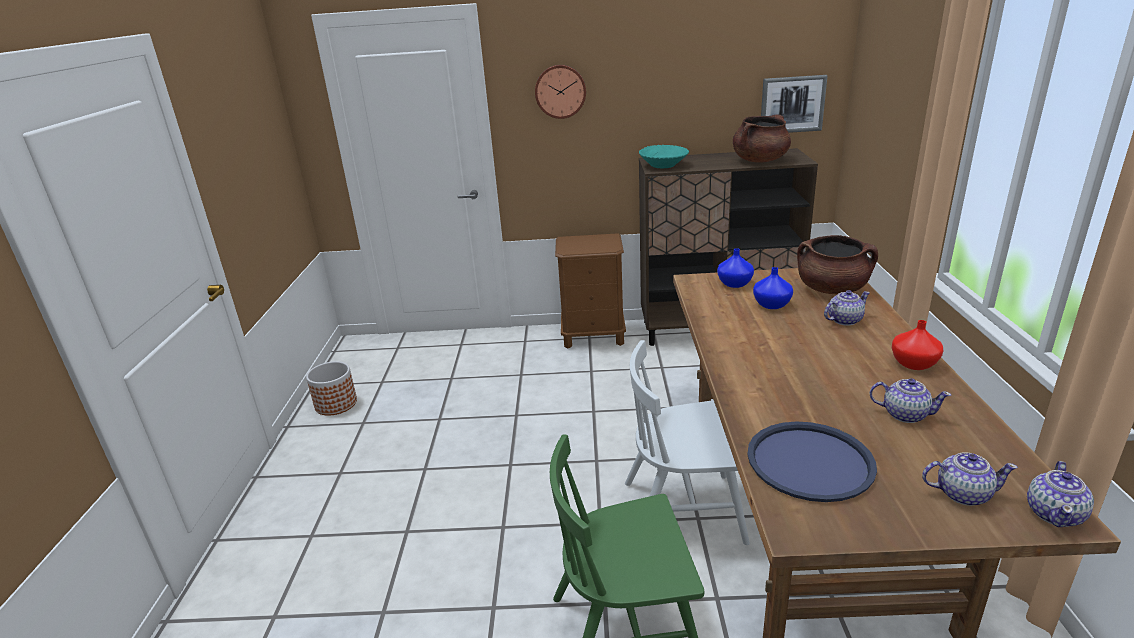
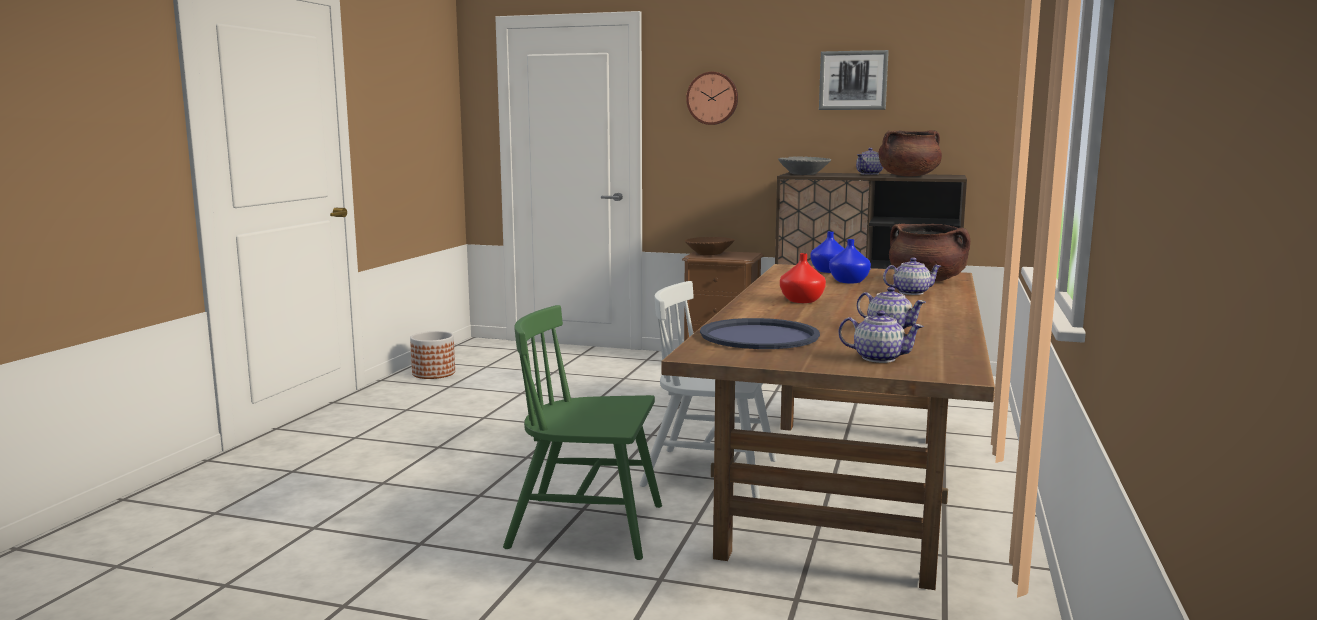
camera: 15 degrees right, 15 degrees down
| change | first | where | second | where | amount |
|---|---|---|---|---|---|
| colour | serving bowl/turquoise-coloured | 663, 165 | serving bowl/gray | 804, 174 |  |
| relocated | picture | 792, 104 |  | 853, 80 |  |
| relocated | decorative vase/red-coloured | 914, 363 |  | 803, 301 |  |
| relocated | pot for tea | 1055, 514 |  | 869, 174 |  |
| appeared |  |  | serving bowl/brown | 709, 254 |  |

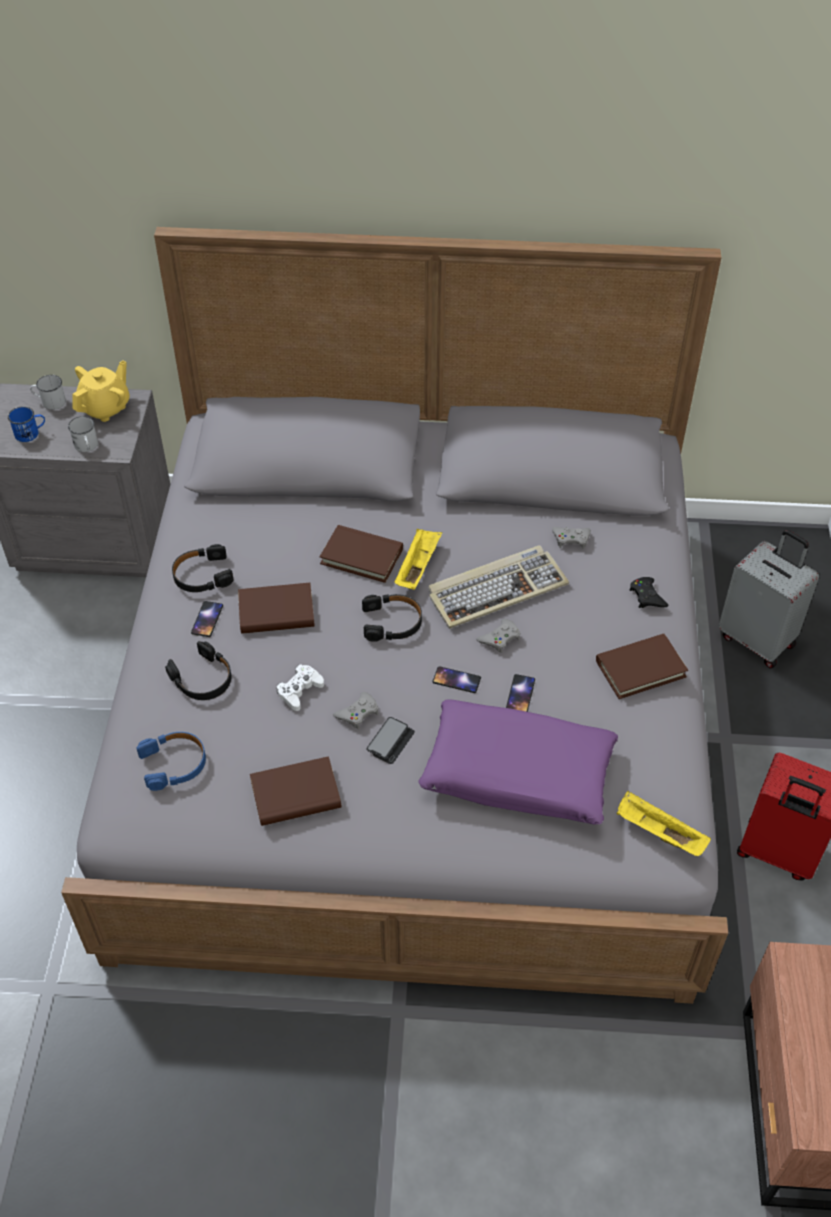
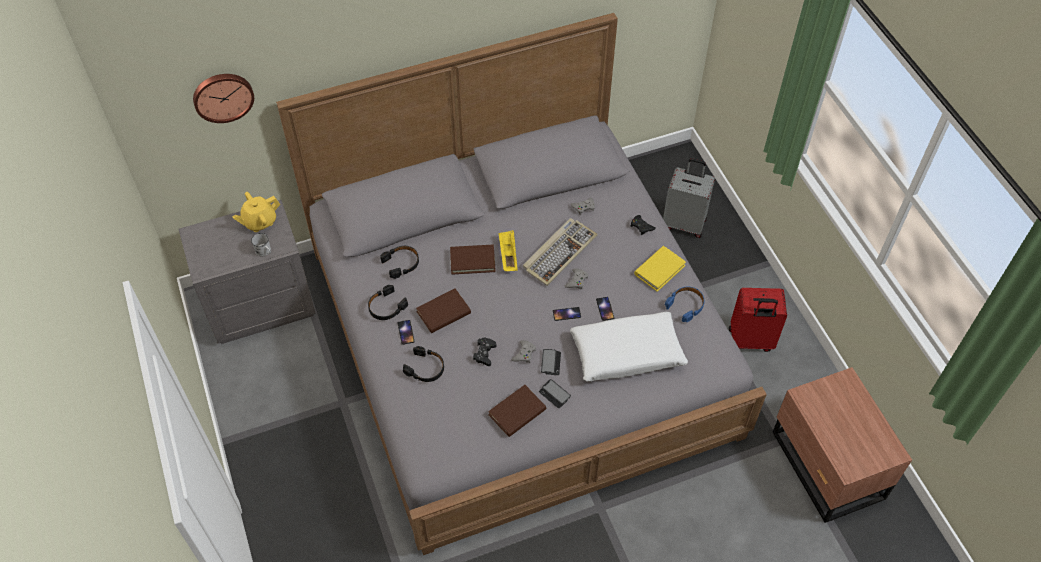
camera: 25 degrees left, 5 degrees up
| change | first | where | second | where | amount |
|---|---|---|---|---|---|
| missing | tea mug/blue-coloured | 30, 433 |  |  |  |
| missing | tea mug/white | 50, 402 |  |  |  |
| spun | pot for tea/yellow | 105, 408 |  | 259, 221 | 135 degrees counterclockwise |
| relocated | headphones/blue-coloured | 174, 764 |  | 686, 305 |  |
| colour | gamepad/white | 299, 690 | gamepad/blackish | 484, 353 |  |
| relocated | headphones/blackish | 392, 622 |  | 401, 263 |  |
| colour | cushion/purple | 518, 773 | cushion/white | 627, 353 |  |
| colour | bound book/brown | 640, 669 | bound book/yellow | 659, 270 |  |
| missing | tray/yellow | 658, 833 |  |  |  |
| appeared |  |  | wall clock | 223, 96 |  |
| appeared |  |  | telephone | 554, 394 |  |

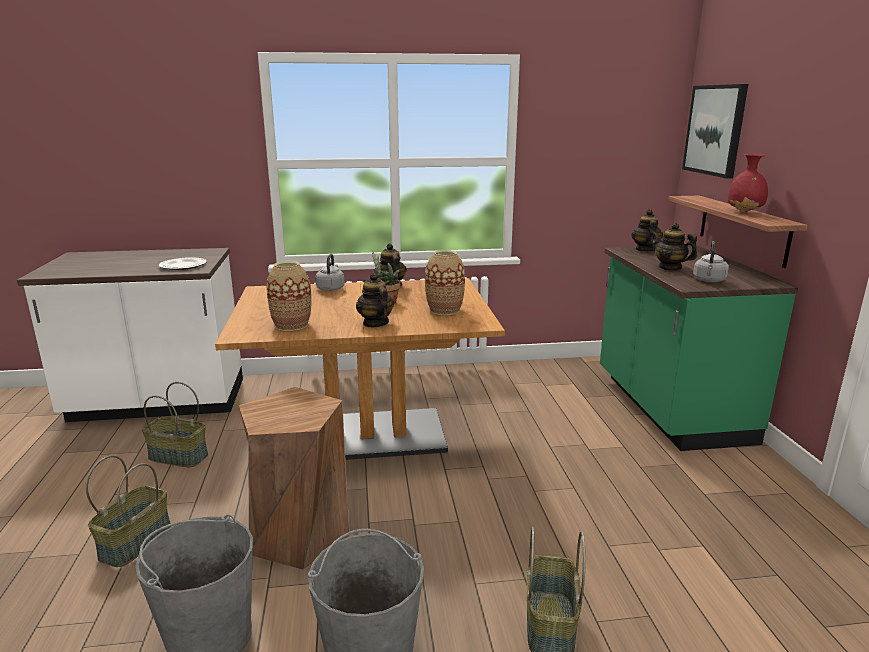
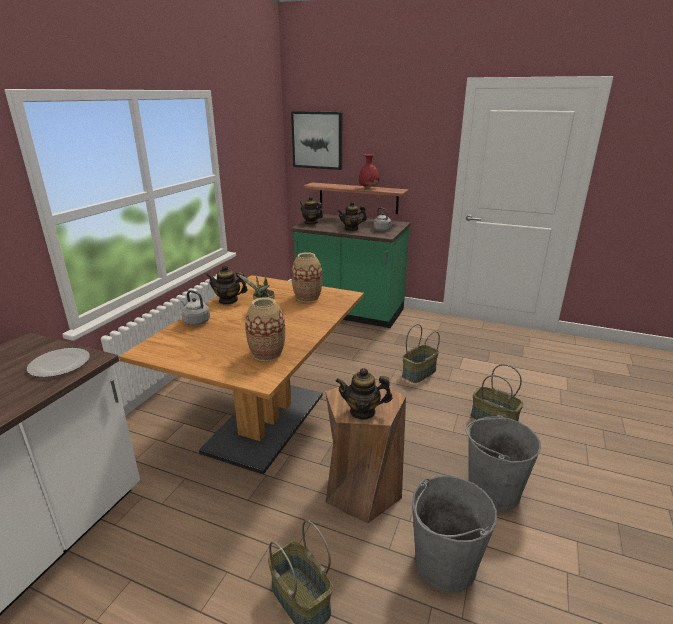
camera: 60 degrees left, 5 degrees up
| change | first | where | second | where | amount |
|---|---|---|---|---|---|
| relocated | storage basket | 177, 457 |  | 419, 373 |  |
| relocated | pot for tea | 375, 323 |  | 363, 412 |  |

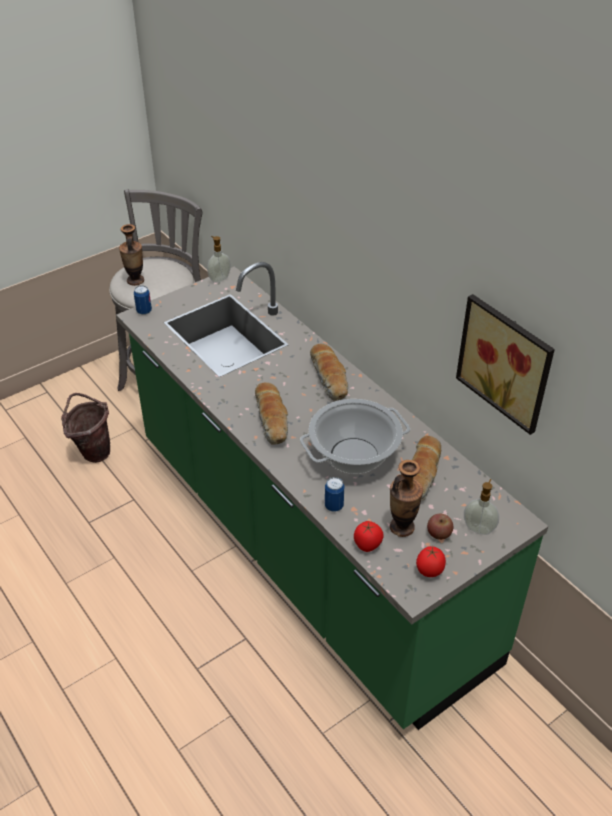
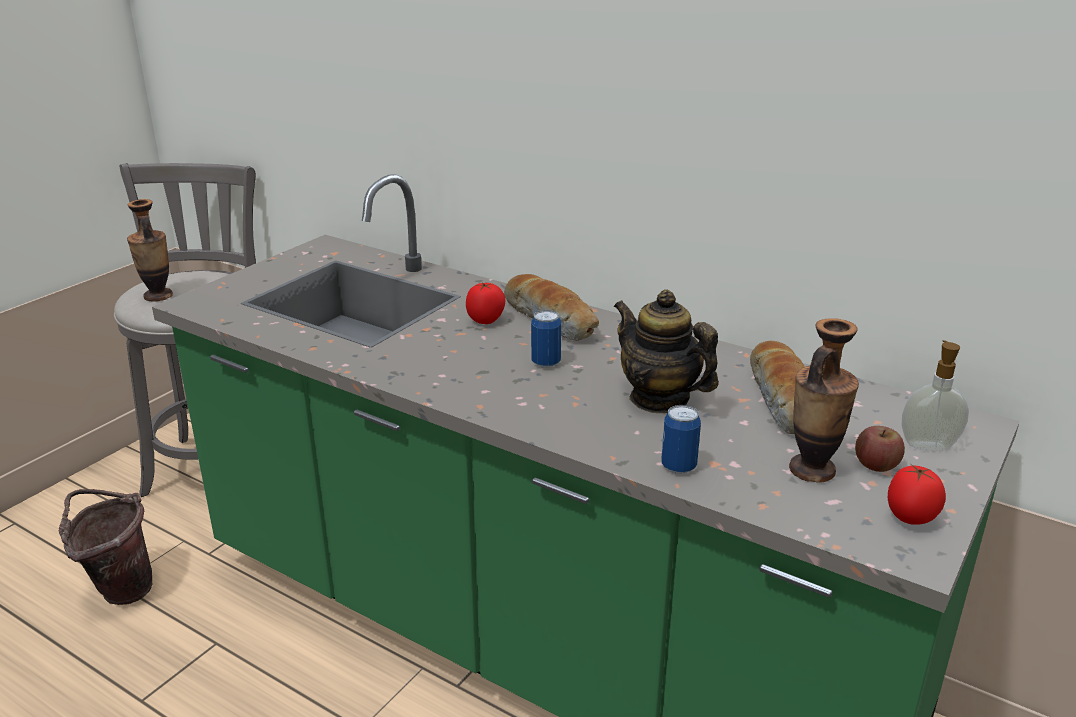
camera: 20 degrees left, 15 degrees down
| change | first | where | second | where | amount |
|---|---|---|---|---|---|
| relocated | can | 144, 311 |  | 546, 363 |  |
| missing | soap dispenser | 219, 279 |  |  |  |
| missing | bakery bread | 272, 420 |  |  |  |
| exchanged | cooking pot | 354, 456 | pot for tea | 659, 399 |  |
| relocated | fresh tomato | 367, 545 |  | 486, 320 |  |
| missing | picture | 507, 361 |  |  |  |

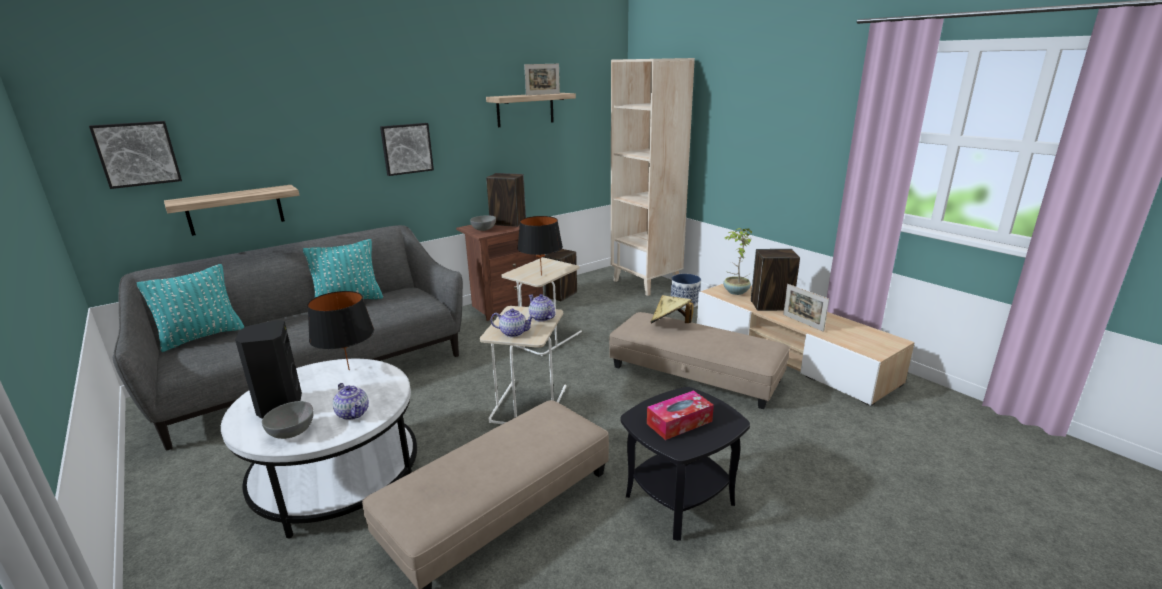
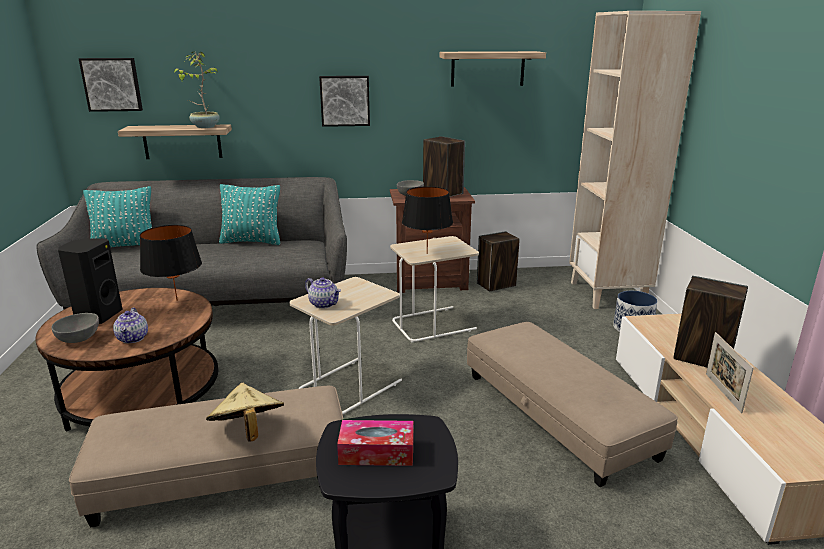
camera: 30 degrees right, 0 degrees up
| change | first | where | second | where | amount |
|---|---|---|---|---|---|
| colour | low table/white | 337, 476 | low table/brown | 143, 395 |  |
| missing | photo frame | 543, 94 |  |  |  |
| missing | pot for tea | 541, 318 |  |  |  |
| relocated | clothing hat/beige | 670, 324 |  | 247, 431 |  |
| relocated | plant in a pot | 735, 292 |  | 205, 127 |  |

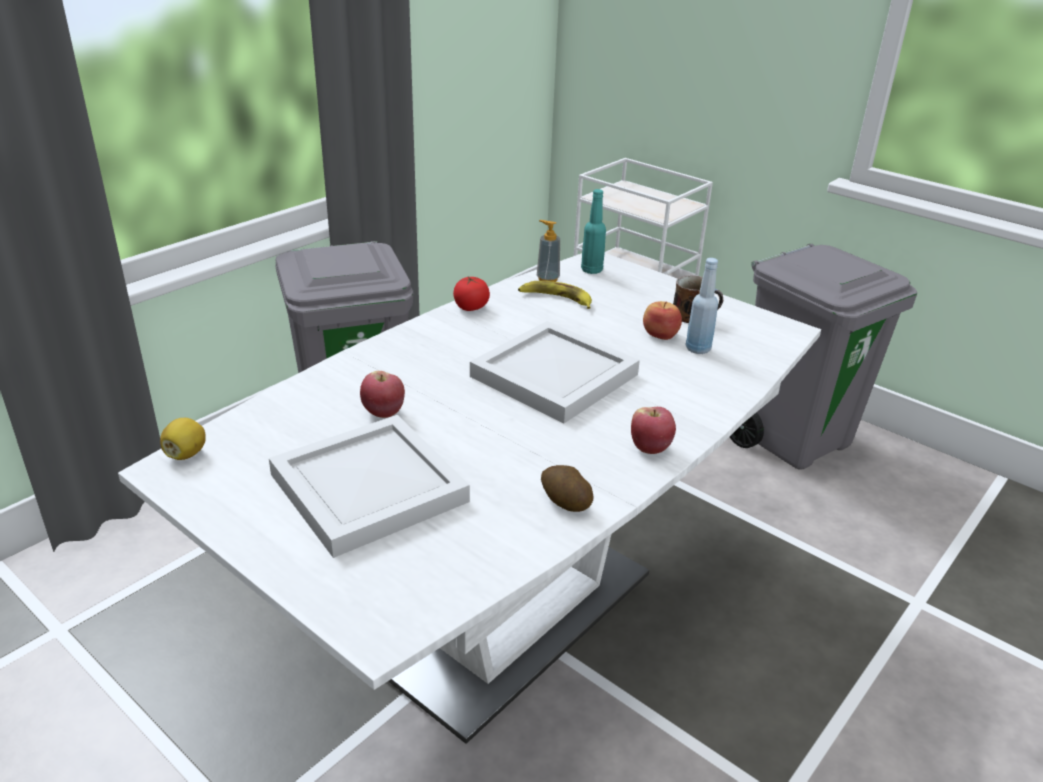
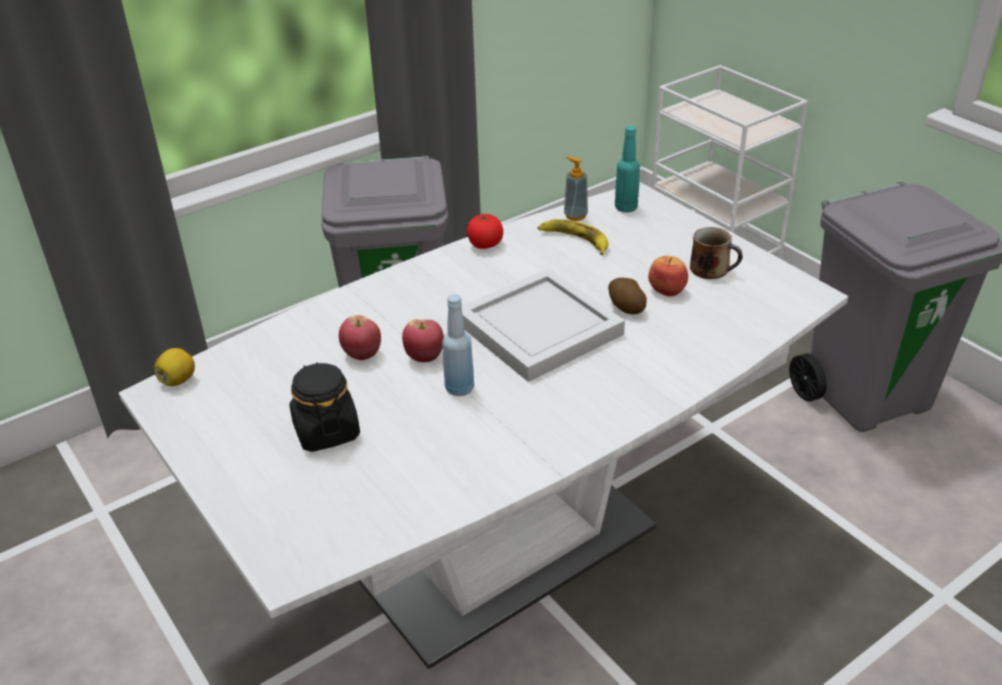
camera: 15 degrees right, 5 degrees up
| change | first | where | second | where | amount |
|---|---|---|---|---|---|
| exchanged | tray/white | 372, 488 | storage jar/blackish | 326, 431 |  |
| relocated | potato | 564, 502 |  | 625, 307 |  |
| relocated | apple fruit | 650, 448 |  | 425, 357 |  |
| relocated | bottle/blue-coloured | 698, 349 |  | 459, 388 |  |

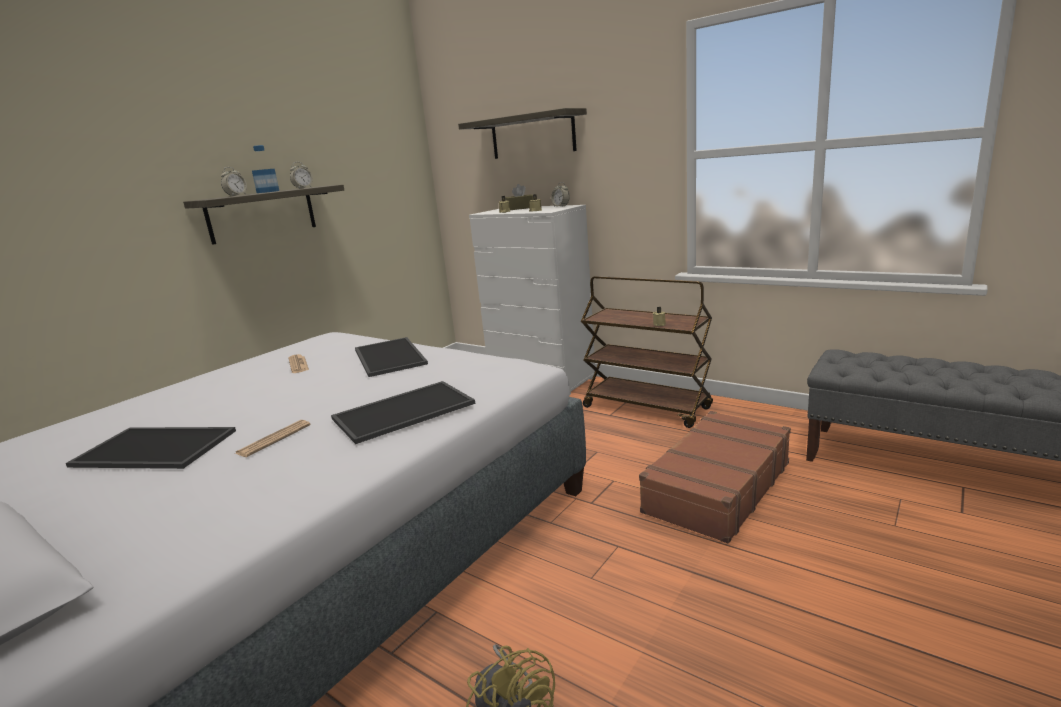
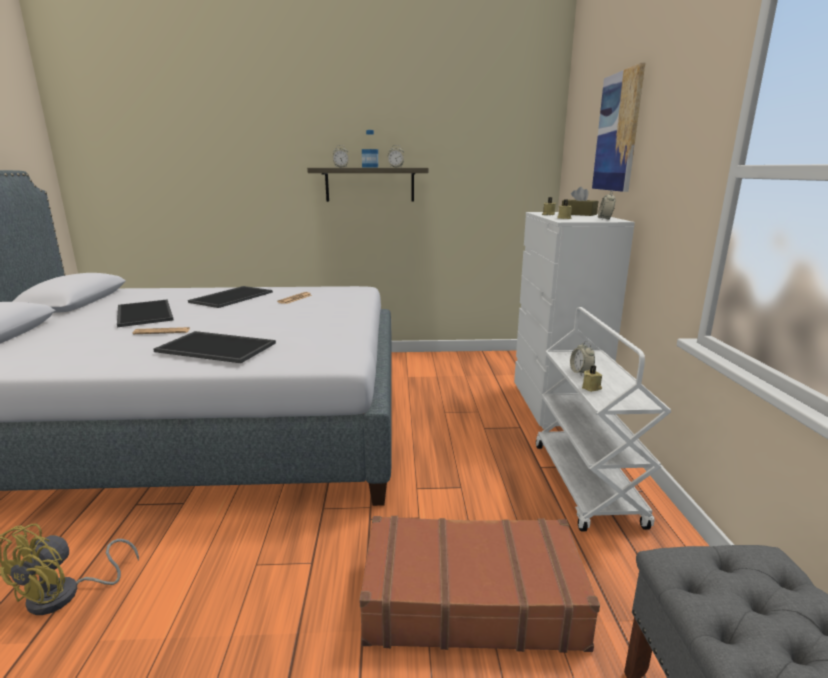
camera: 50 degrees right, 0 degrees up
| change | first | where | second | where | amount |
|---|---|---|---|---|---|
| relocated | tray | 387, 357 |  | 231, 297 |  |
| exchanged | bracket shelf | 532, 135 | picture | 617, 132 |  |
| colour | wheeled cart/brown | 647, 408 | wheeled cart/white | 586, 484 |  |
| appeared |  |  | bedside clock | 580, 372 |  |

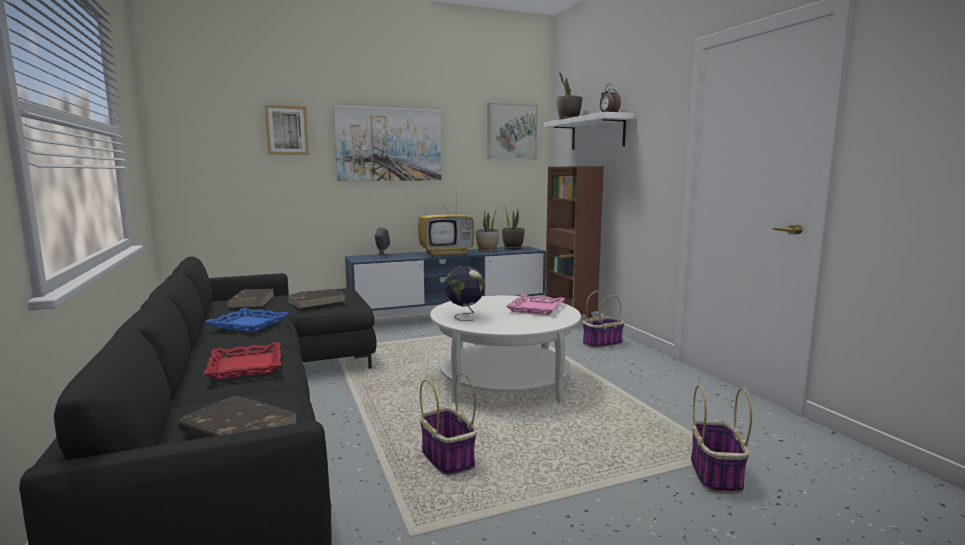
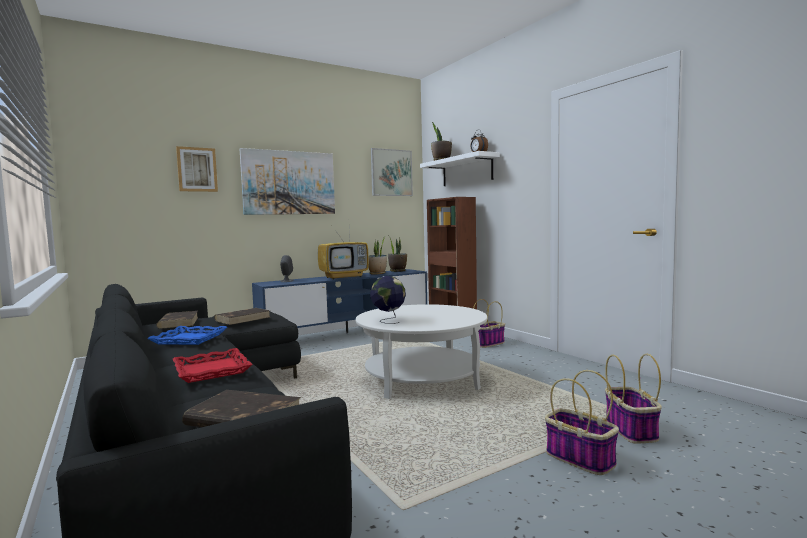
camera: 10 degrees left, 5 degrees down
| change | first | where | second | where | amount |
|---|---|---|---|---|---|
| relocated | storage basket | 447, 458 |  | 578, 458 |  |
| missing | tray/pink-coloured | 535, 308 |  |  |  |

